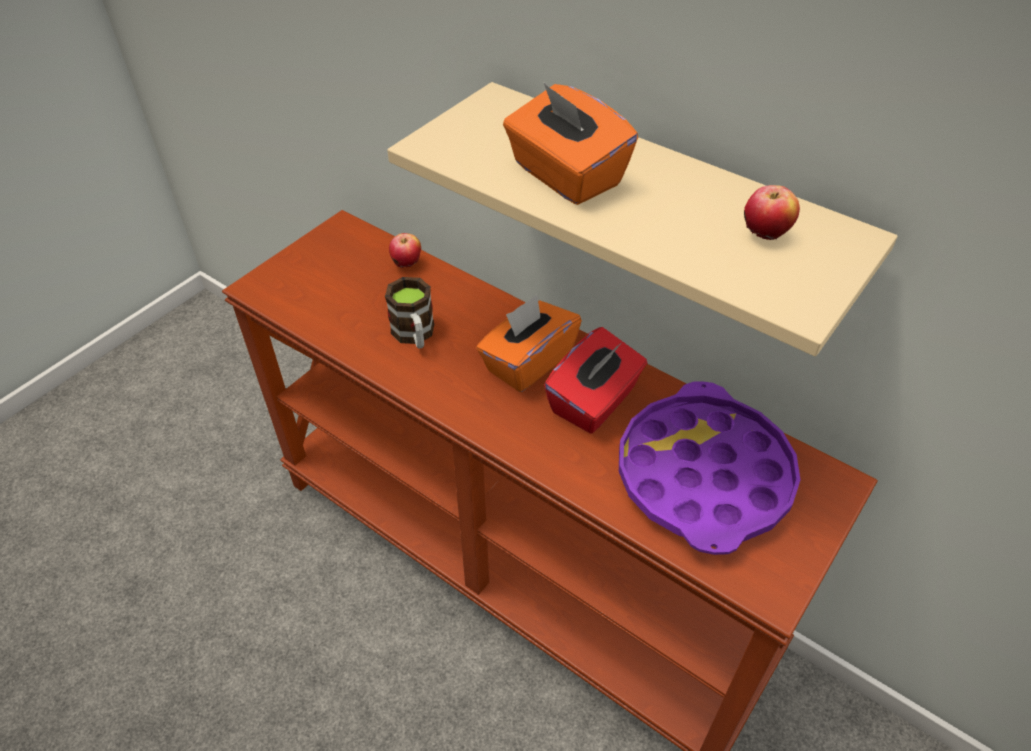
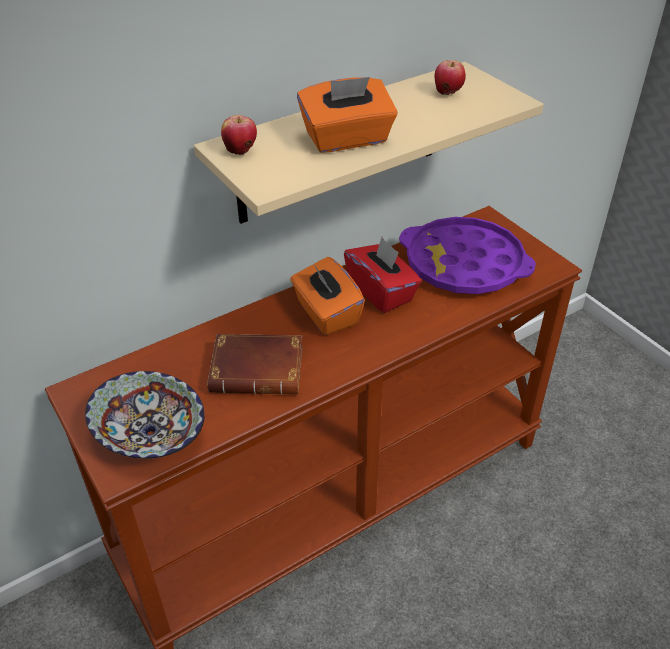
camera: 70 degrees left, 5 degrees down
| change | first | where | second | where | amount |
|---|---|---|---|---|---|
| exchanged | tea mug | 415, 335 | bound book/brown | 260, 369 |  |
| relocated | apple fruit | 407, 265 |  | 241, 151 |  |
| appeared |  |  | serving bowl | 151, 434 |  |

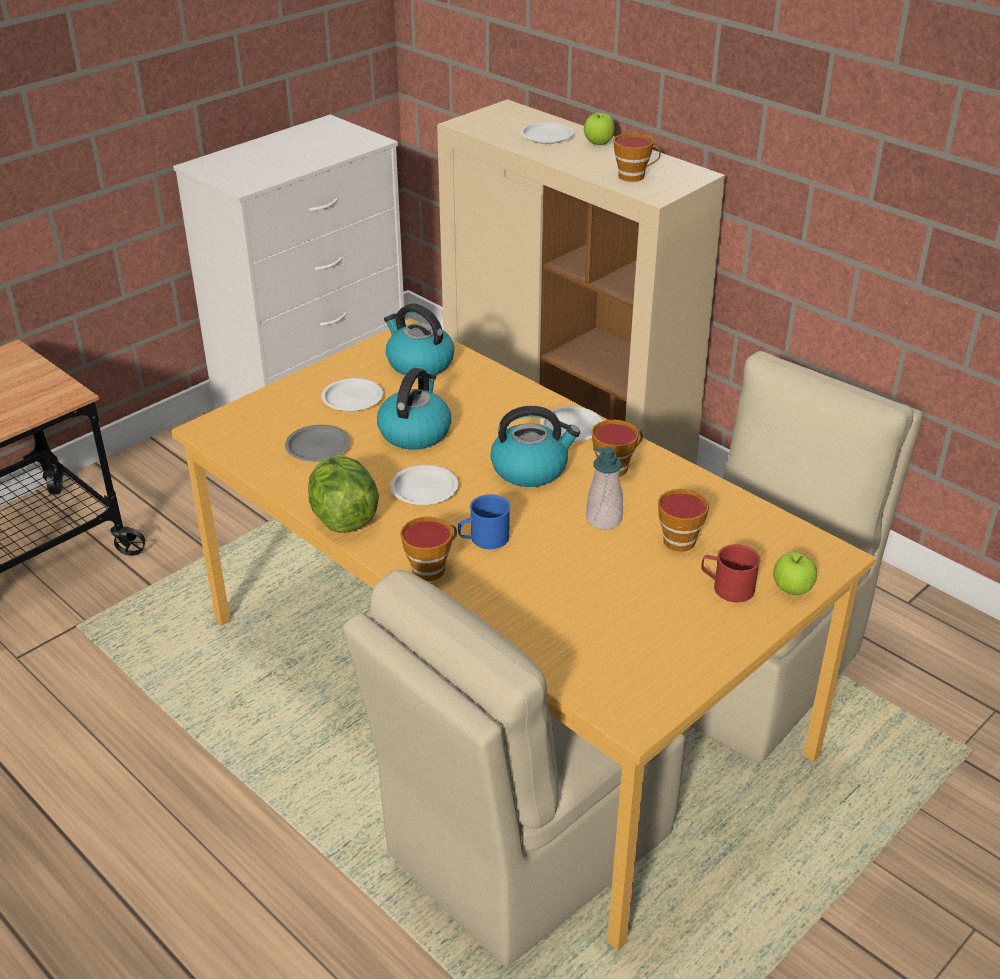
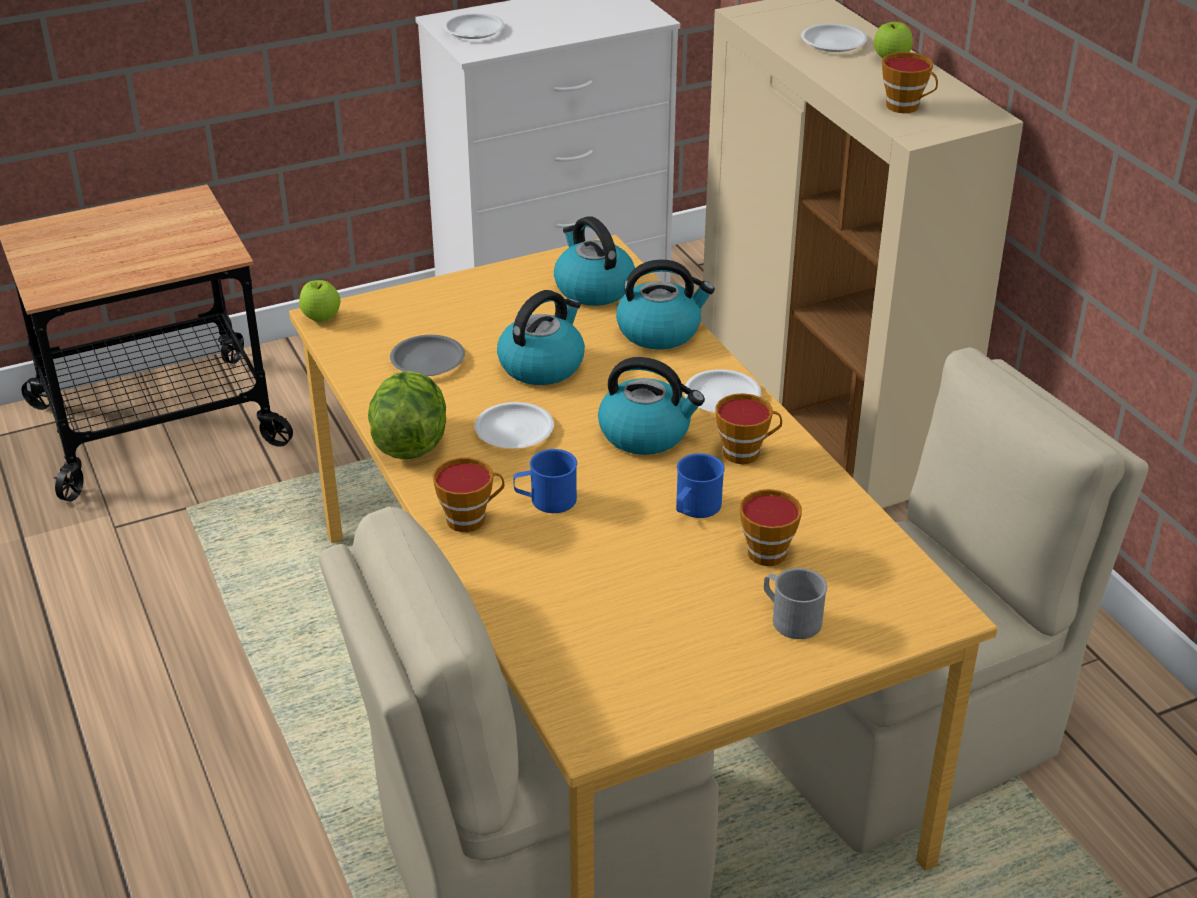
camera: 20 degrees right, 0 degrees up
| change | first | where | second | where | amount |
|---|---|---|---|---|---|
| relocated | plate/white | 352, 399 |  | 473, 30 |  |
| exchanged | soap dispenser | 604, 519 | tea mug/blue-coloured | 694, 508 |  |
| colour | tea mug/red-coloured | 727, 587 | tea mug/gray | 790, 618 |  |
| relocated | apple fruit | 792, 589 |  | 321, 318 |  |
| appeared |  |  | kettle | 660, 331 |  |

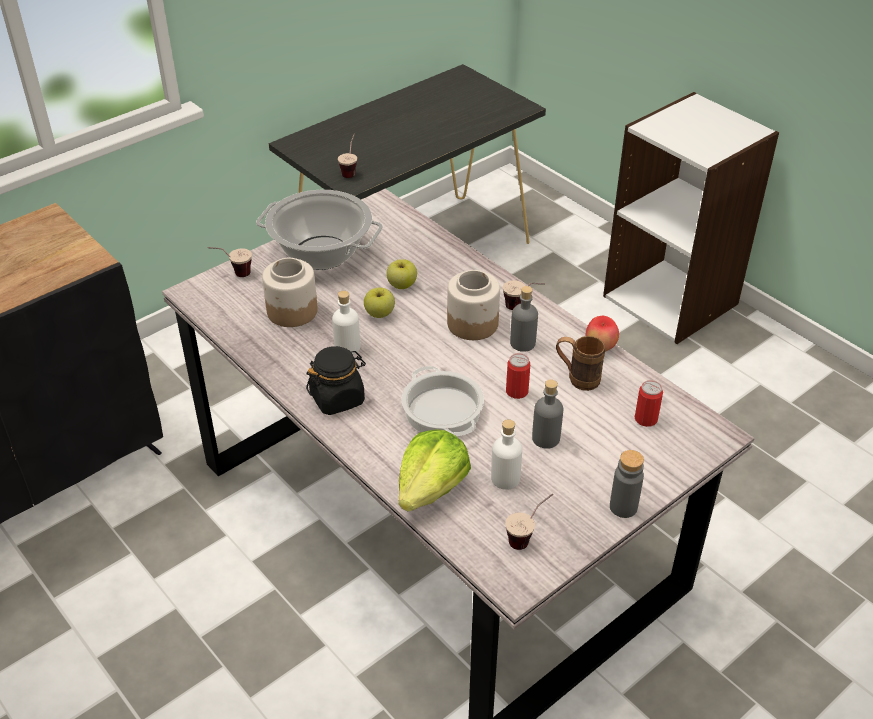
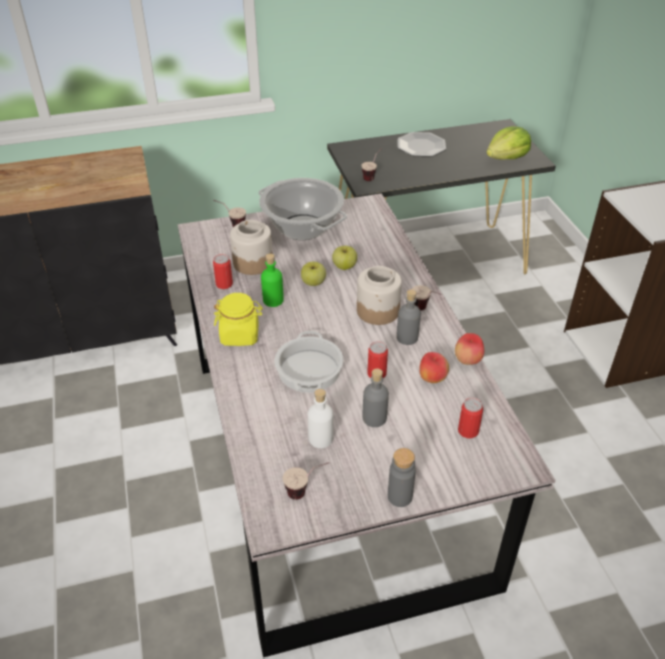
camera: 25 degrees right, 0 degrees up
| change | first | where | second | where | amount |
|---|---|---|---|---|---|
| colour | storage jar/blackish | 337, 398 | storage jar/yellow | 240, 335 |  |
| colour | bottle/white | 347, 347 | bottle/green | 273, 300 |  |
| relocated | lettuce | 431, 488 |  | 507, 158 |  |
| exchanged | tea mug/brown | 577, 378 | apple fruit | 432, 379 |  |
| appeared |  |  | can | 224, 284 |  |
| appeared |  |  | plate | 421, 146 |  |

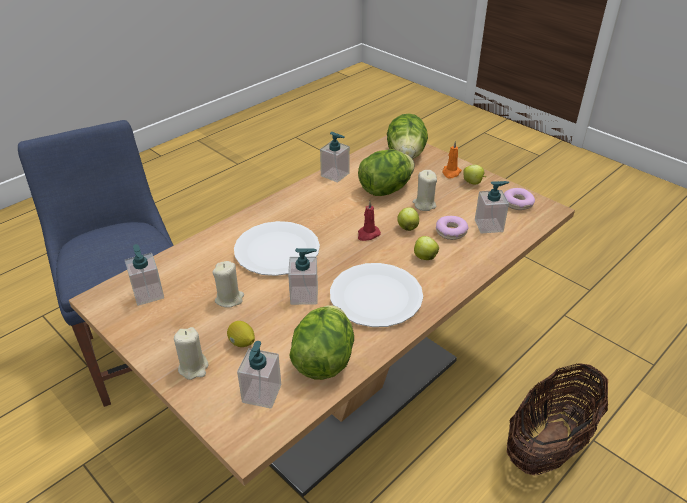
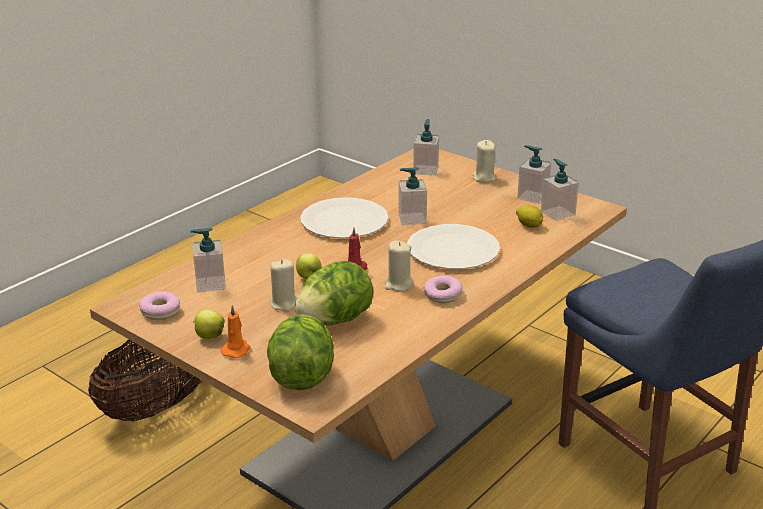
camera: 175 degrees right, 10 degrees down
| change | first | where | second | where | amount |
|---|---|---|---|---|---|
| relocated | wax light/beige | 229, 299 |  | 398, 285 |  |
| relocated | lemon | 242, 343 |  | 529, 226 |  |
| missing | lettuce | 323, 360 |  |  |  |
| relocated | soap dispenser | 335, 175 |  | 532, 197 |  |
| missing | apple fruit | 424, 257 |  |  |  |
| relocated | donut | 451, 232 |  | 442, 295 |  |

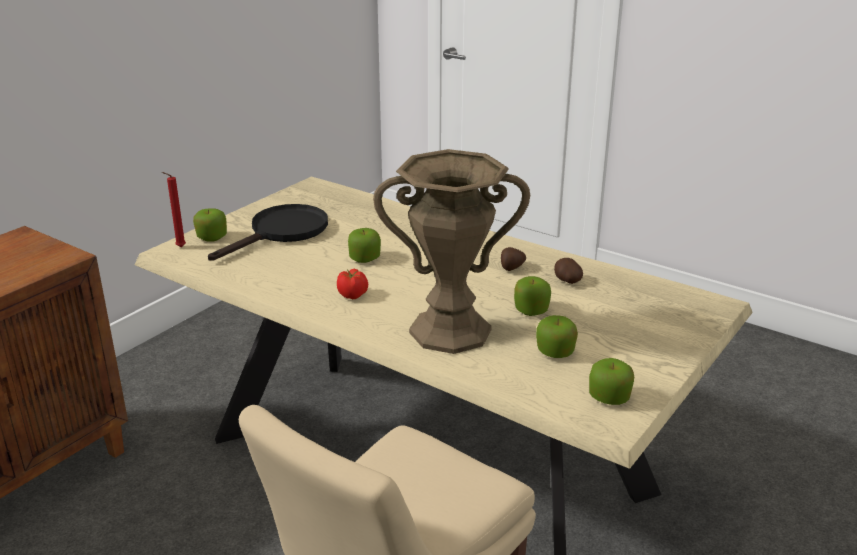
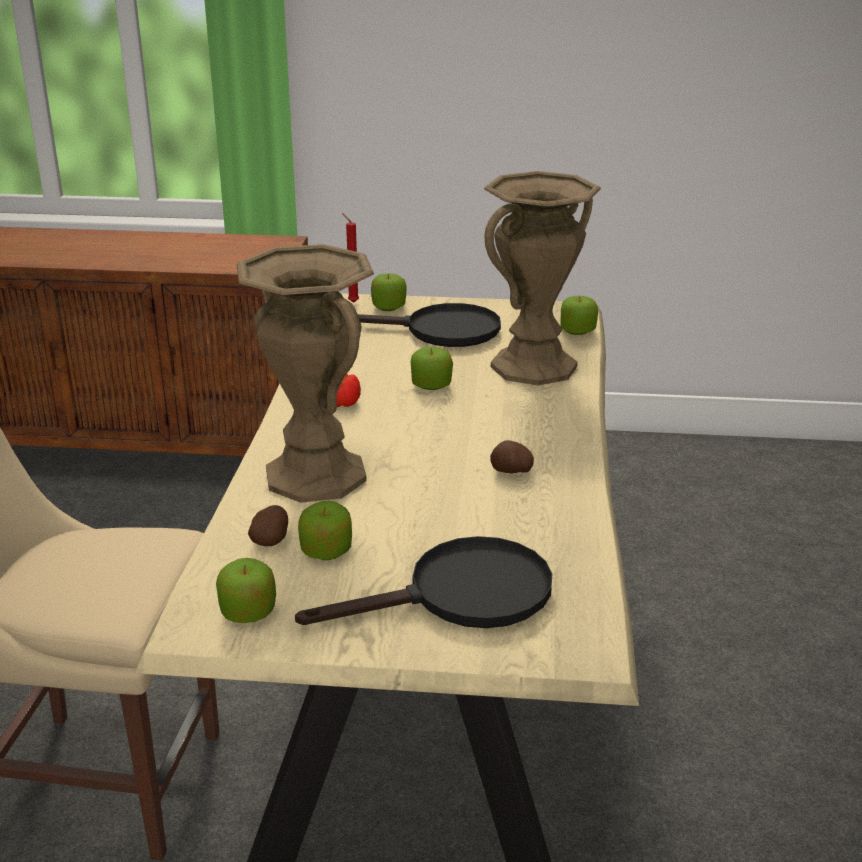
camera: 60 degrees right, 0 degrees up
| change | first | where | second | where | amount |
|---|---|---|---|---|---|
| relocated | apple fruit | 531, 310 |  | 577, 331 |  |
| relocated | potato | 566, 281 |  | 271, 540 |  |
| appeared |  |  | pan/blackish | 461, 596 |  |
| appeared |  |  | decorative vase/brown | 534, 366 |  |

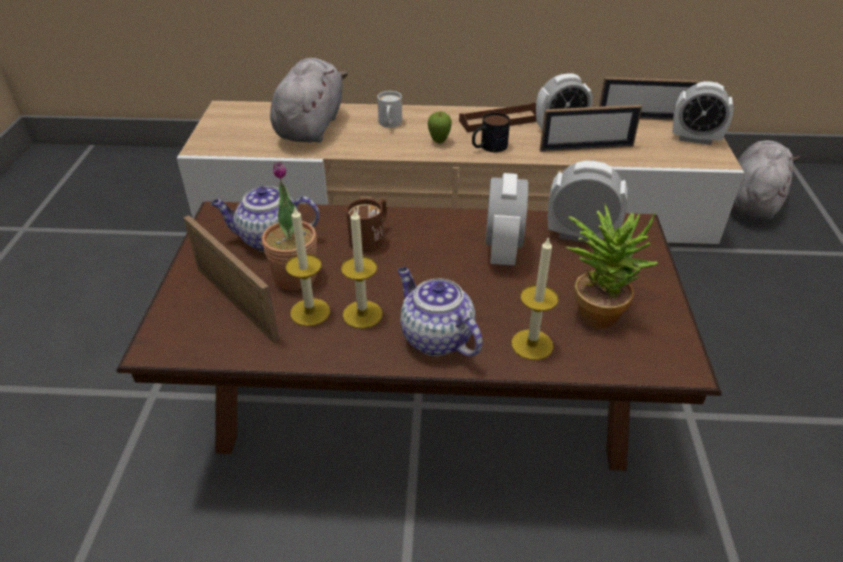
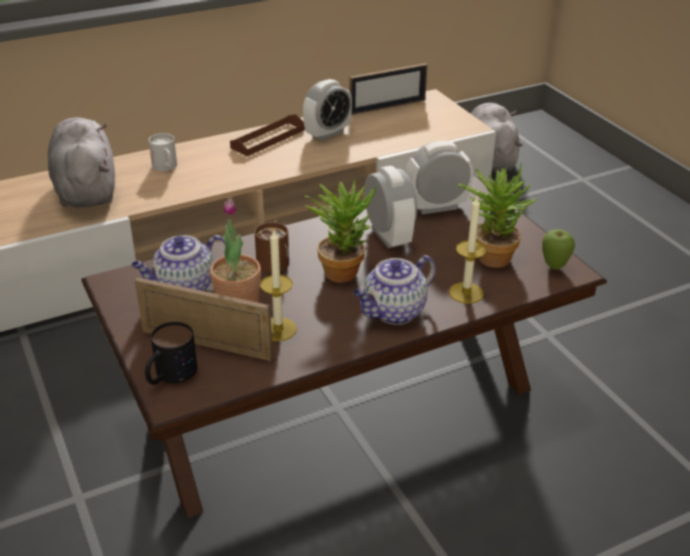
camera: 30 degrees left, 5 degrees down
| change | first | where | second | where | amount |
|---|---|---|---|---|---|
| missing | wax light | 362, 314 |  |  |  |
| spun | pot for tea | 435, 337 |  | 393, 312 | 60 degrees counterclockwise |
| relocated | apple fruit | 439, 142 |  | 554, 267 |  |
| relocated | tea mug | 488, 147 |  | 169, 375 |  |
| missing | photo frame | 586, 148 |  |  |  |
| missing | bedside clock | 695, 138 |  |  |  |
| appeared |  |  | plant in a pot | 343, 269 |  |

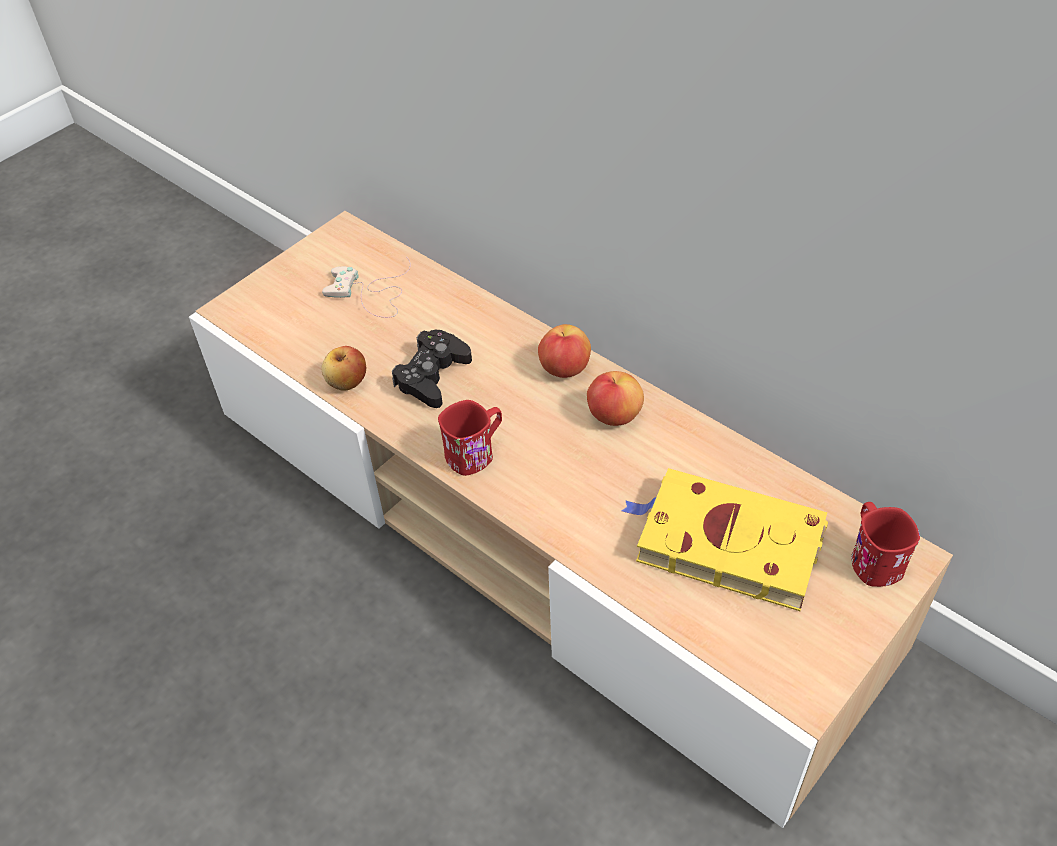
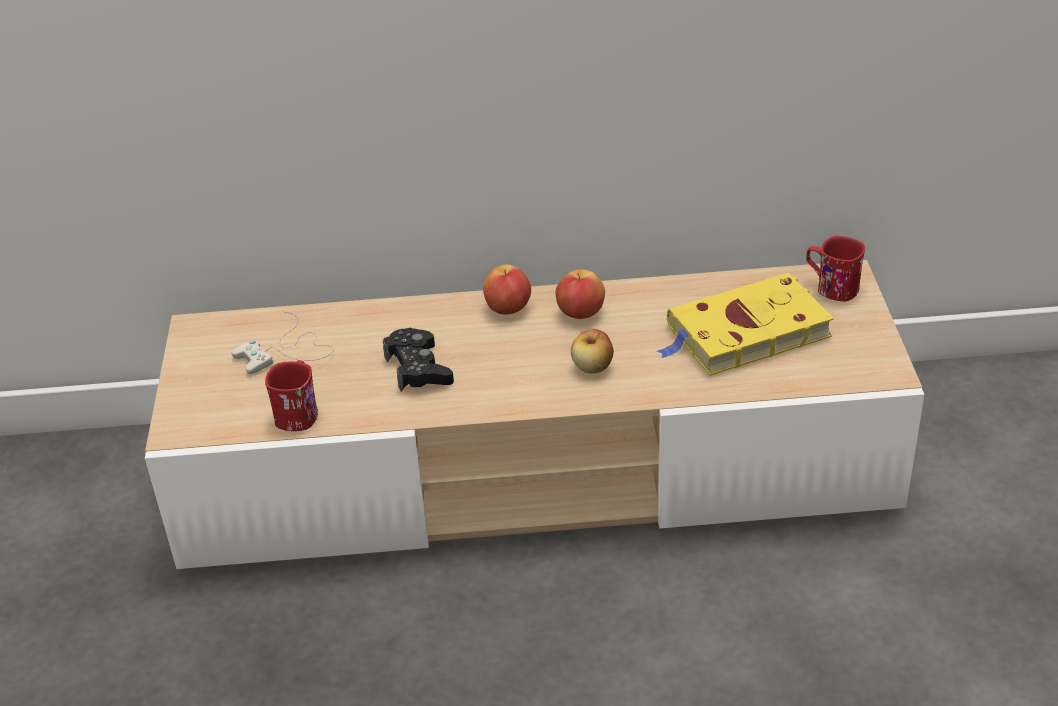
camera: 45 degrees left, 10 degrees down
| change | first | where | second | where | amount |
|---|---|---|---|---|---|
| relocated | apple fruit | 347, 382 |  | 592, 367 |  |
| relocated | tea mug/red-coloured | 476, 453 |  | 298, 412 |  |

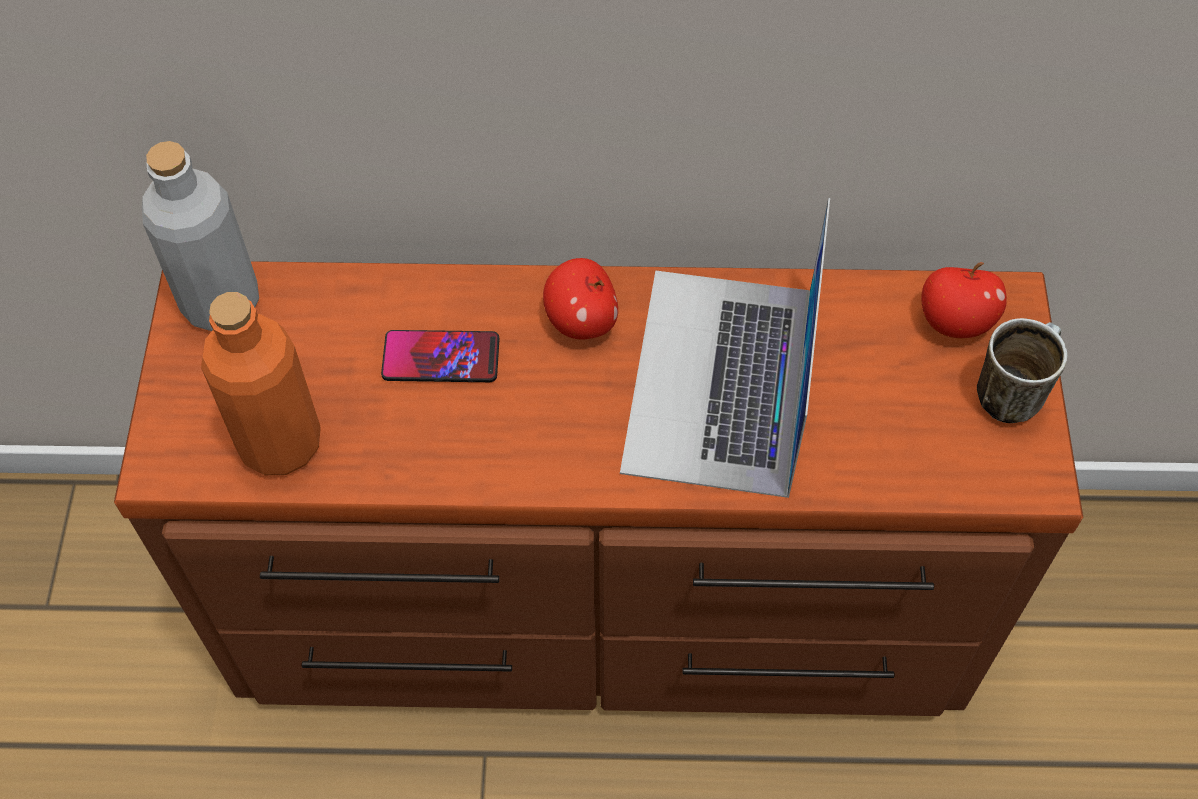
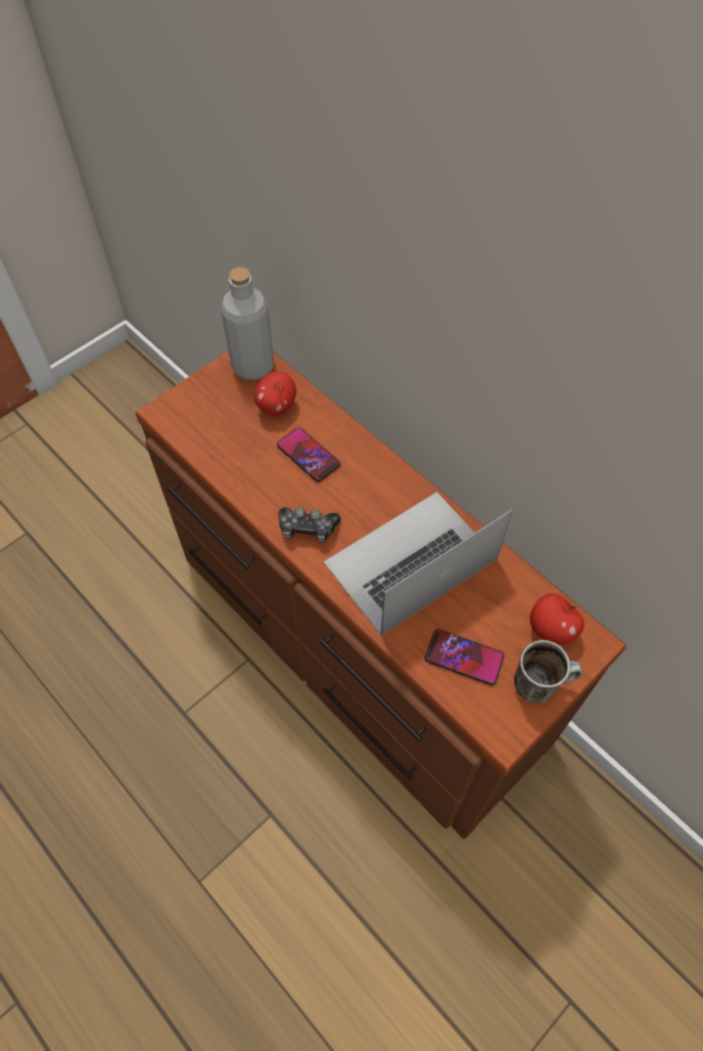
camera: 45 degrees right, 0 degrees up
| change | first | where | second | where | amount |
|---|---|---|---|---|---|
| missing | bottle/orangey | 280, 443 |  |  |  |
| relocated | apple fruit | 581, 321 |  | 276, 406 |  |
| appeared |  |  | gamepad | 307, 528 |  |
| appeared |  |  | telephone | 464, 657 |  |

